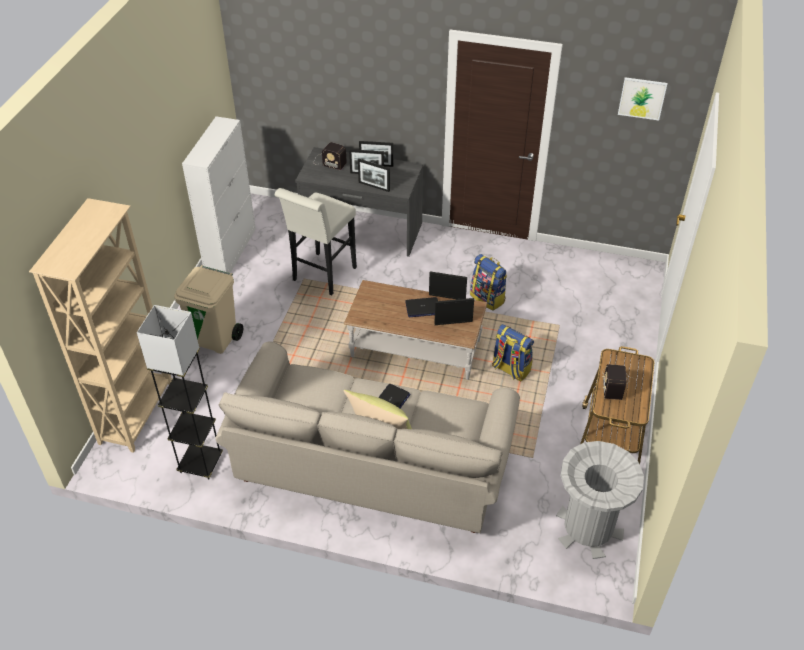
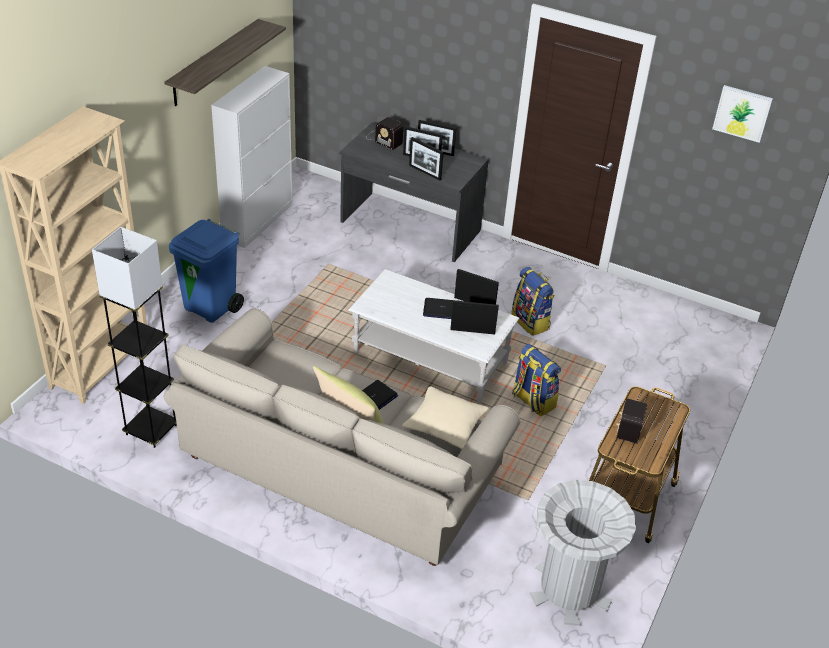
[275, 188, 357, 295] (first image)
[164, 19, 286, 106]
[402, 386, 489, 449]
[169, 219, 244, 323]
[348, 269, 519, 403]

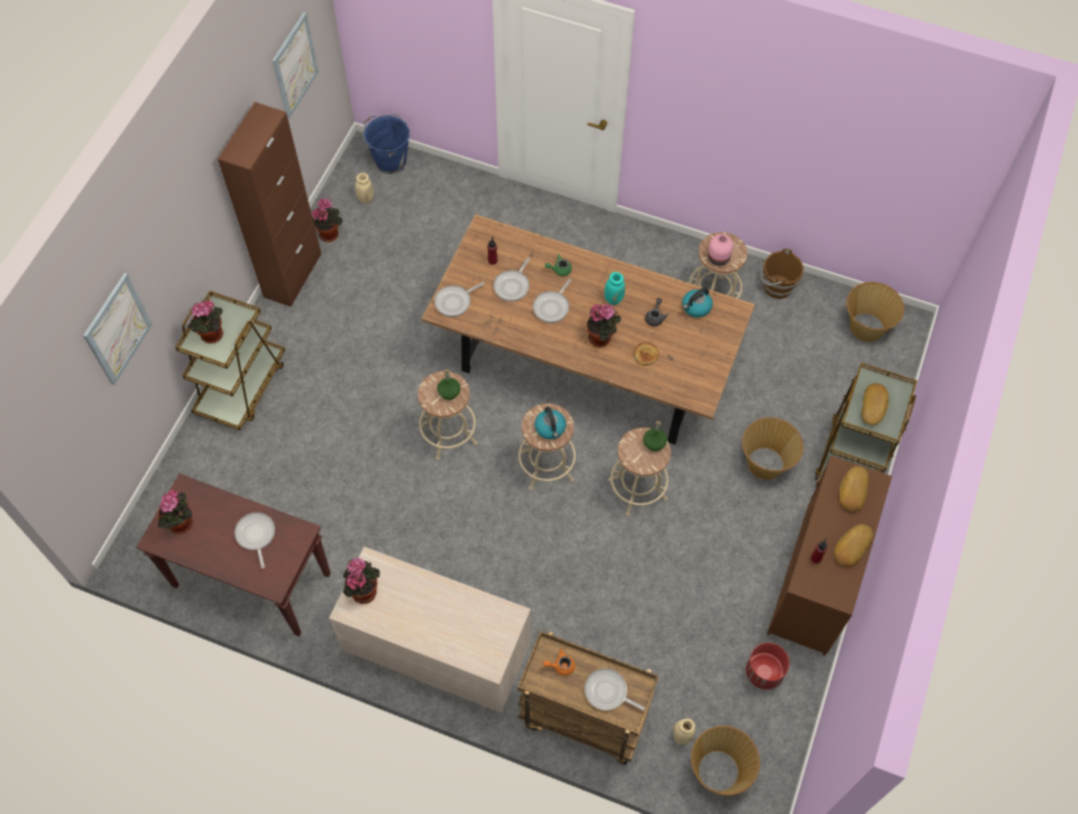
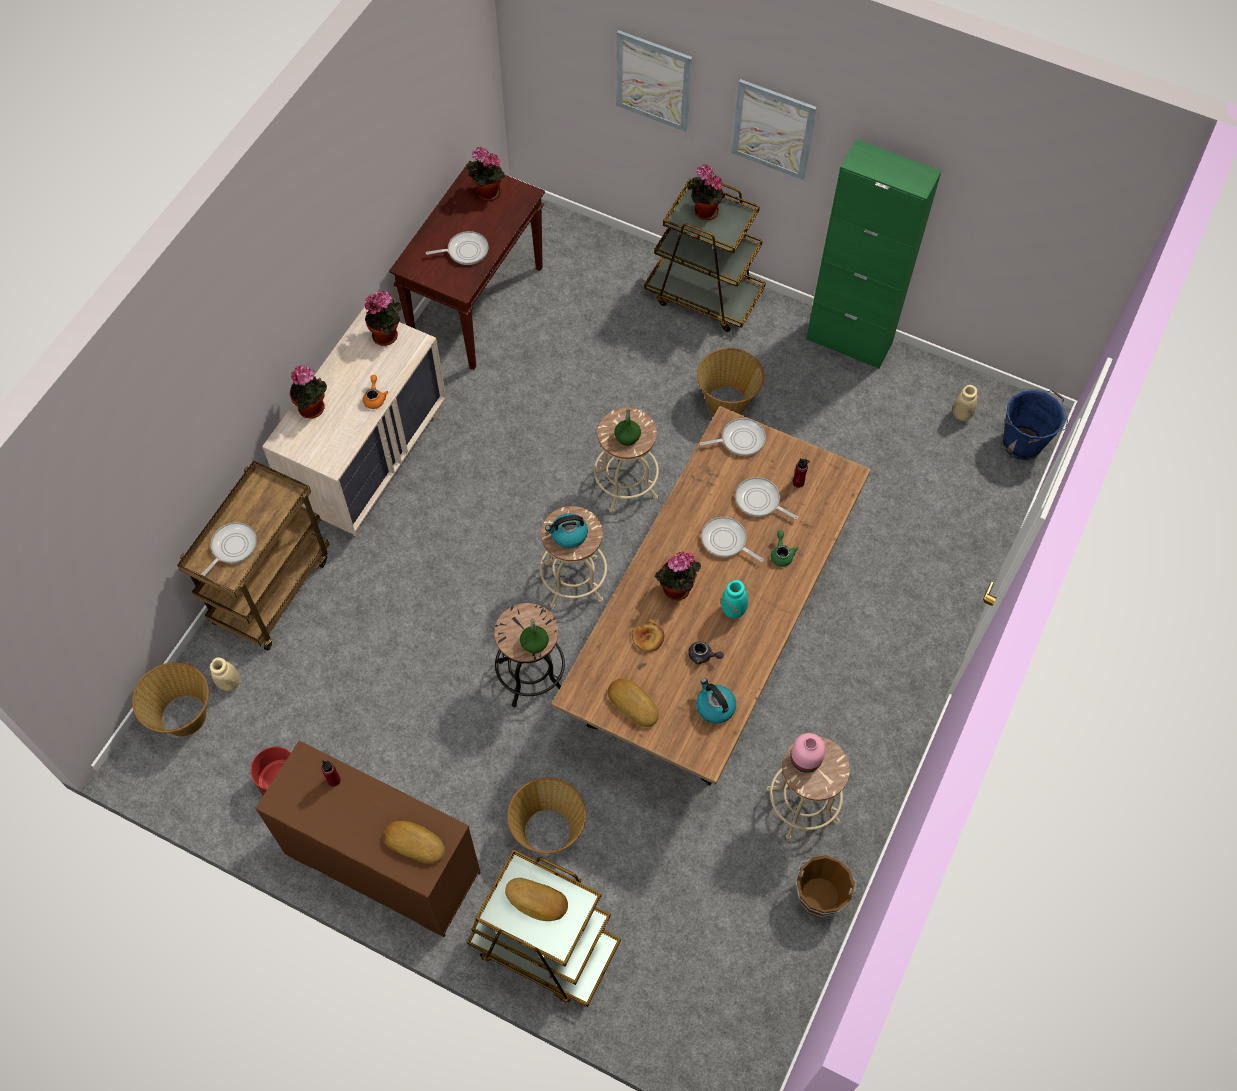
[731, 79, 817, 180]
[290, 365, 327, 419]
[363, 375, 388, 409]
[608, 678, 659, 727]
[697, 348, 764, 415]
[806, 139, 942, 369]
[494, 603, 565, 707]
[700, 418, 766, 456]

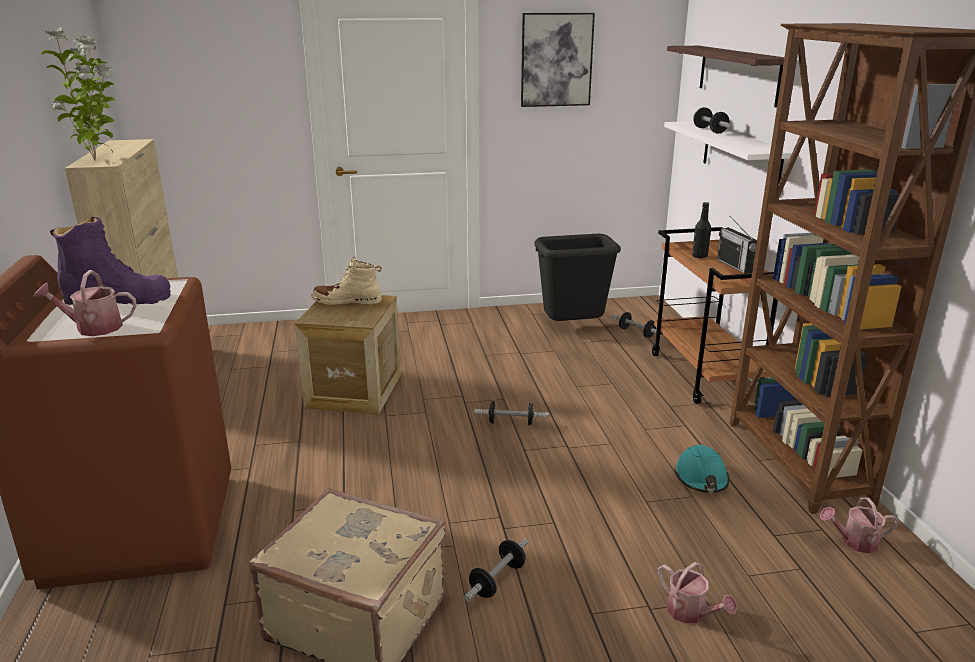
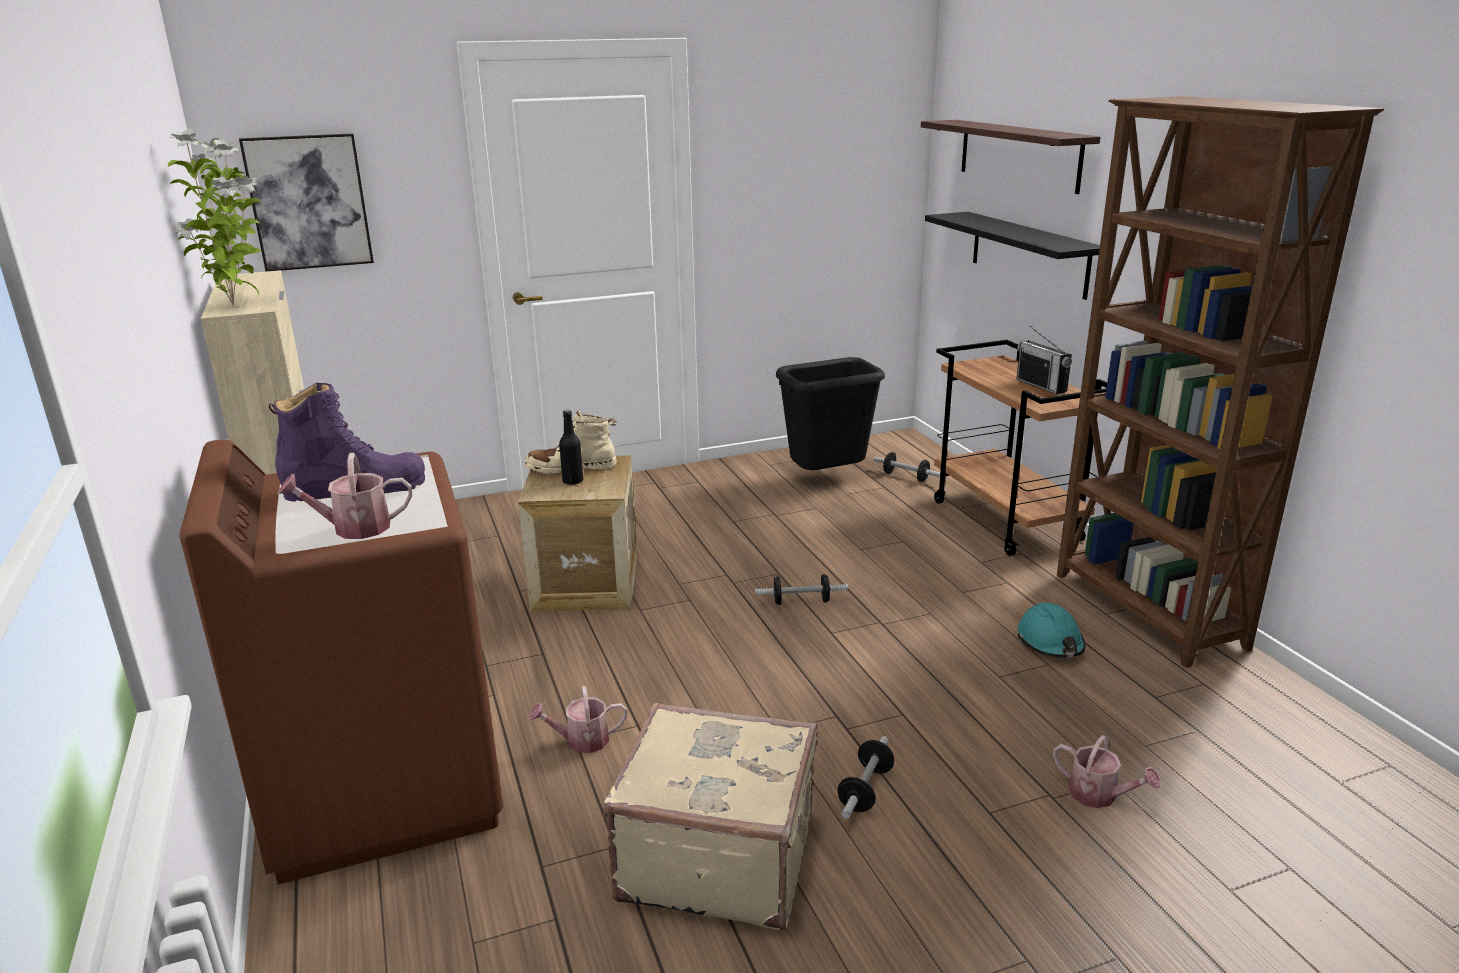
[693, 107, 730, 134] (first image)
[239, 133, 374, 271]
[559, 410, 583, 485]
[528, 686, 627, 753]
[925, 212, 1100, 300]

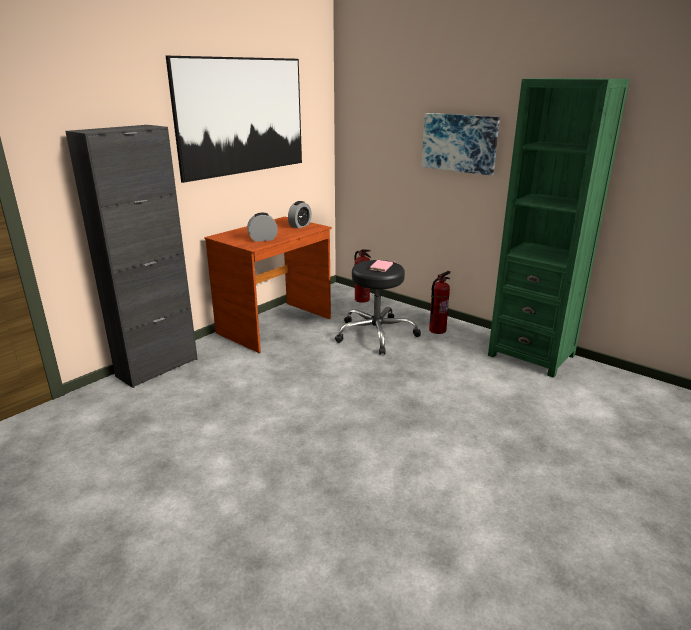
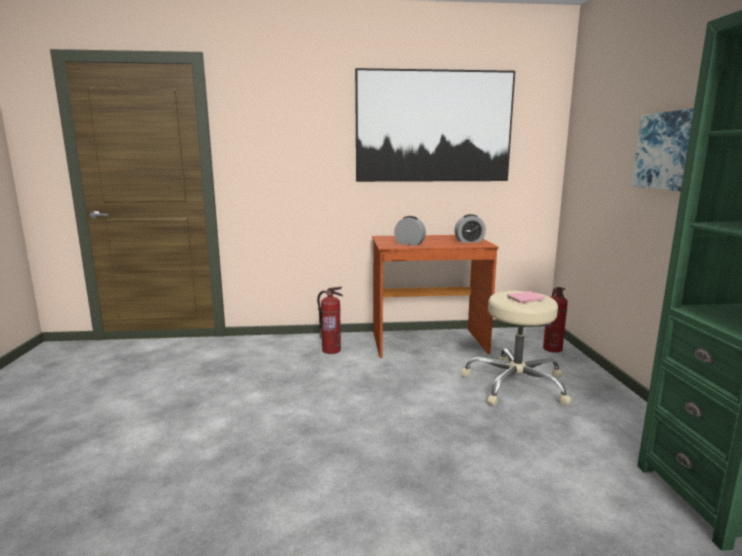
[65, 125, 198, 388] (first image)
[317, 287, 343, 354]
[460, 291, 571, 406]

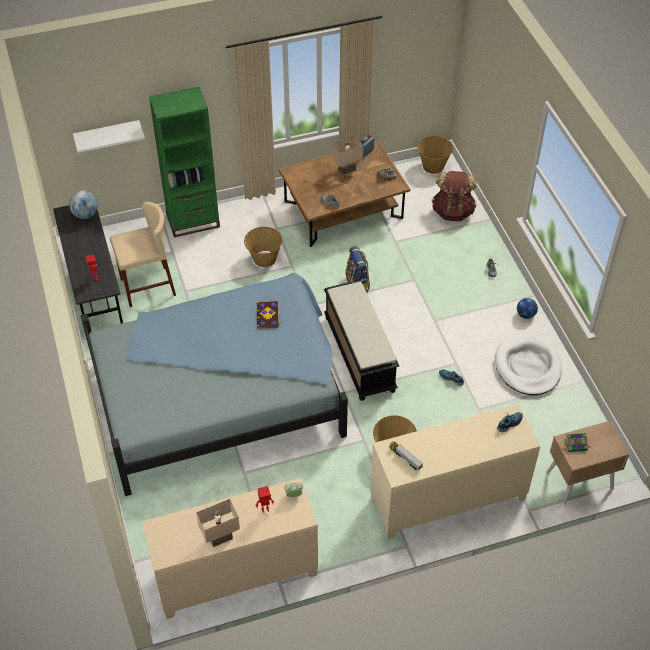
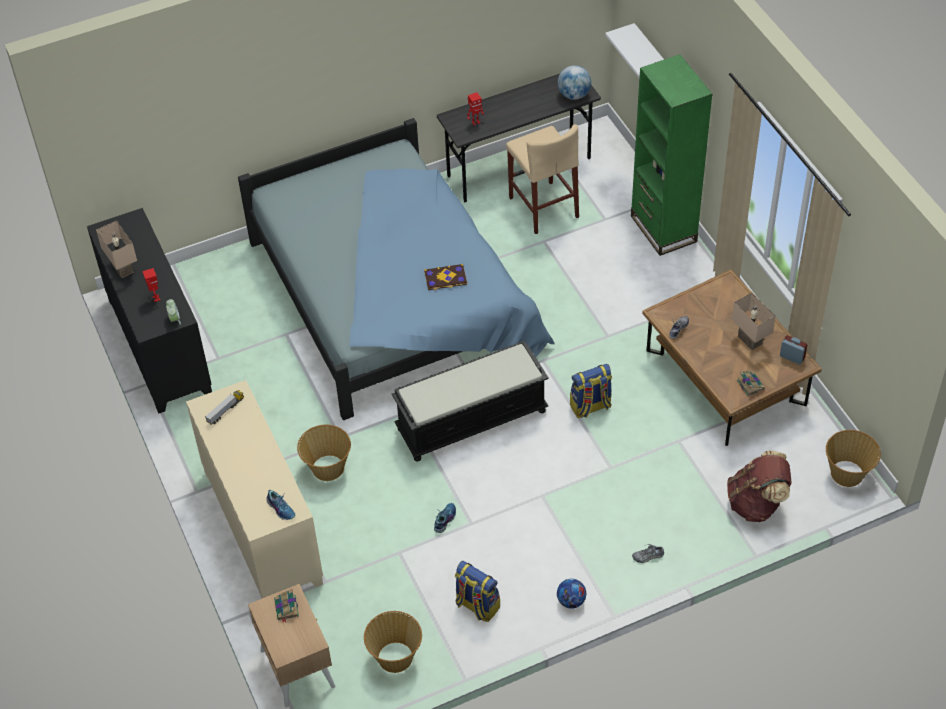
[364, 611, 422, 673]
[455, 561, 500, 622]
[87, 208, 212, 414]

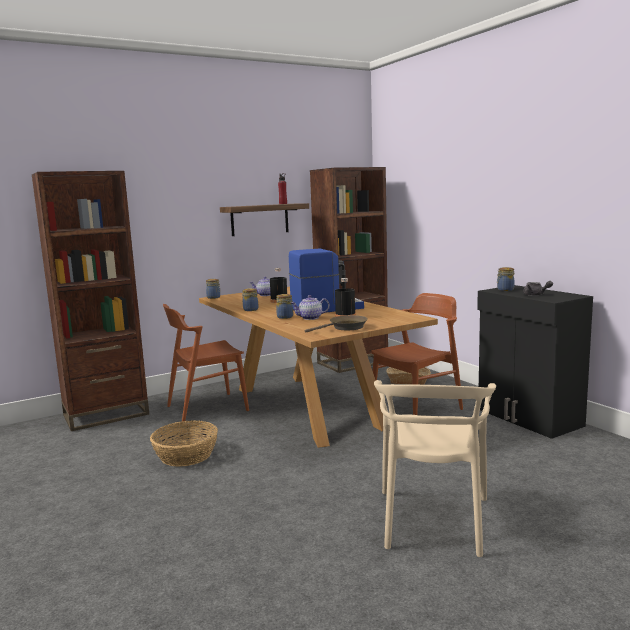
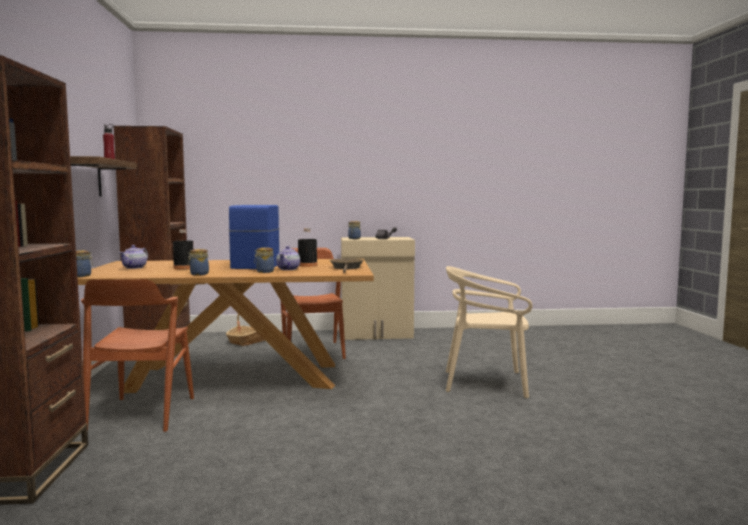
[150, 420, 218, 467] (first image)
[341, 237, 415, 340]
[446, 266, 533, 398]

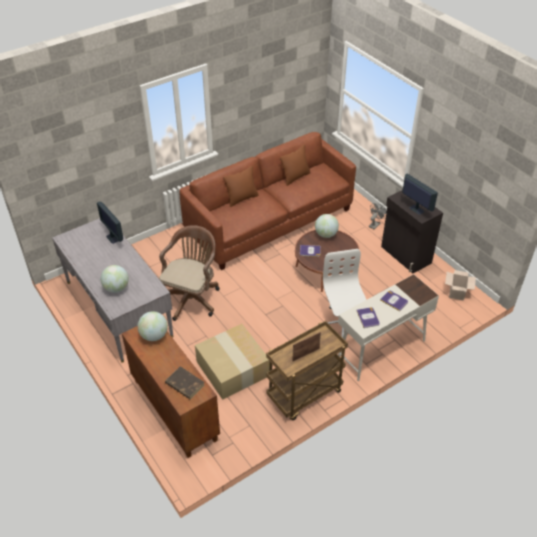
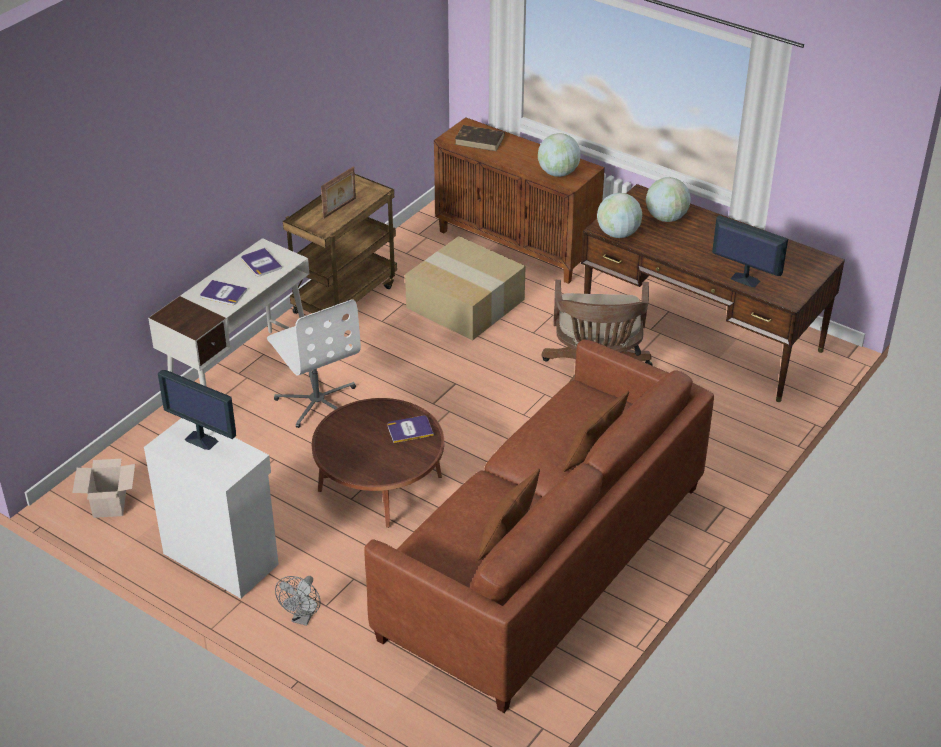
[597, 193, 642, 238]
[581, 184, 845, 402]
[144, 418, 279, 598]

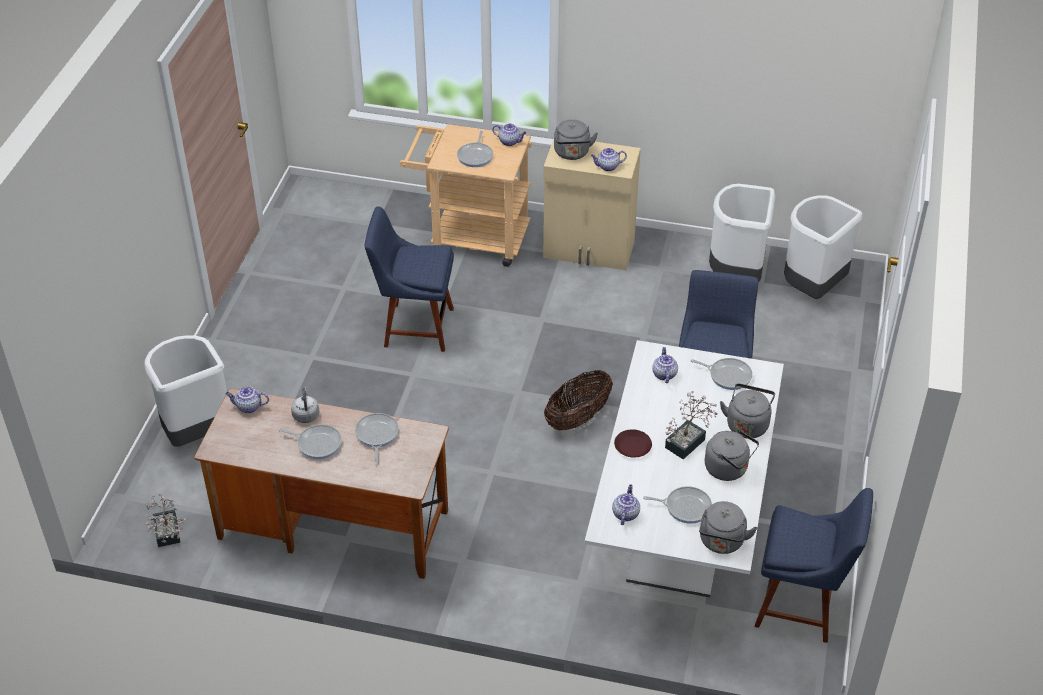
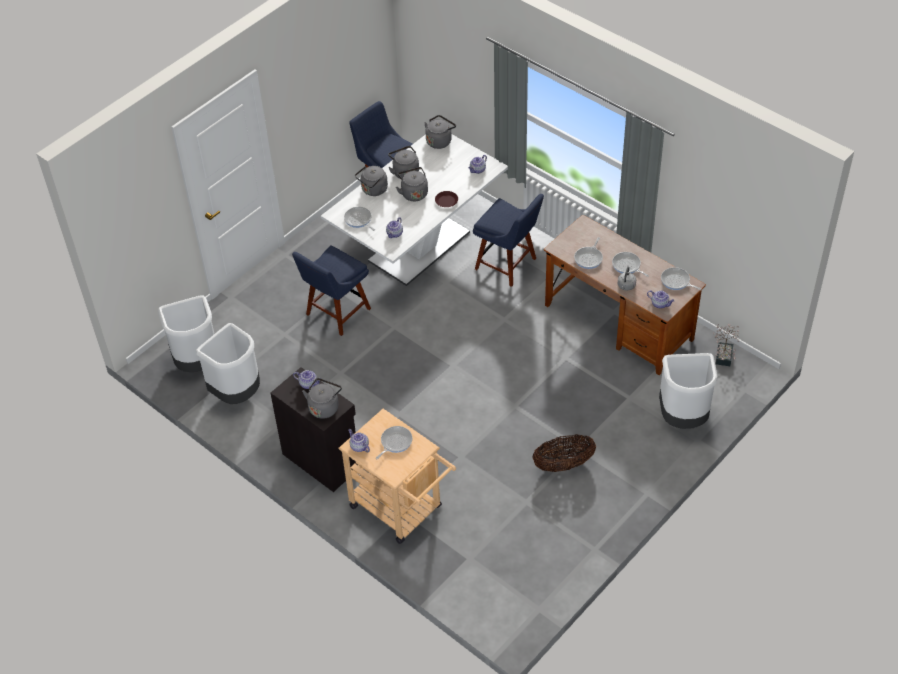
[473, 194, 544, 287]
[532, 434, 596, 472]
[661, 267, 701, 290]
[396, 167, 428, 201]
[271, 367, 356, 492]

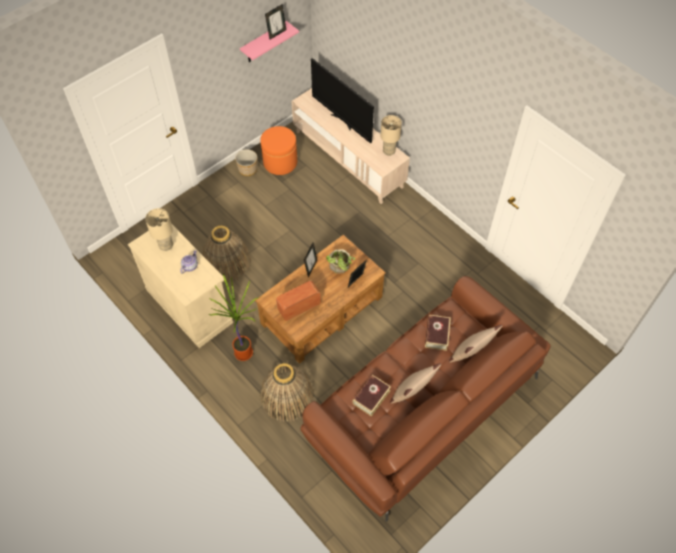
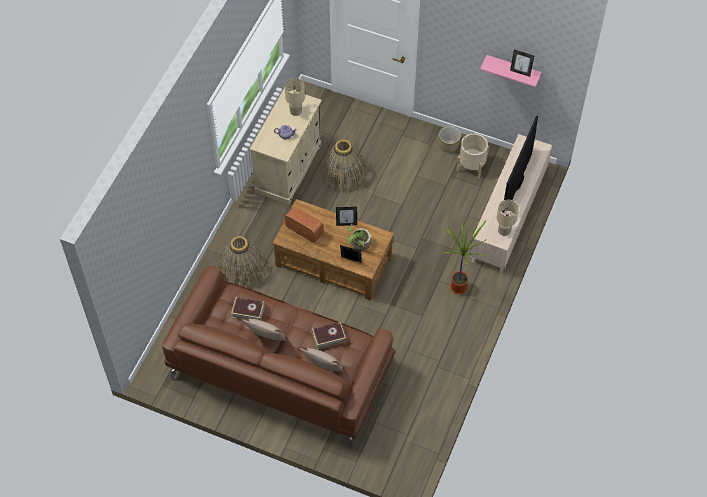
[444, 218, 487, 295]
[456, 133, 489, 179]

